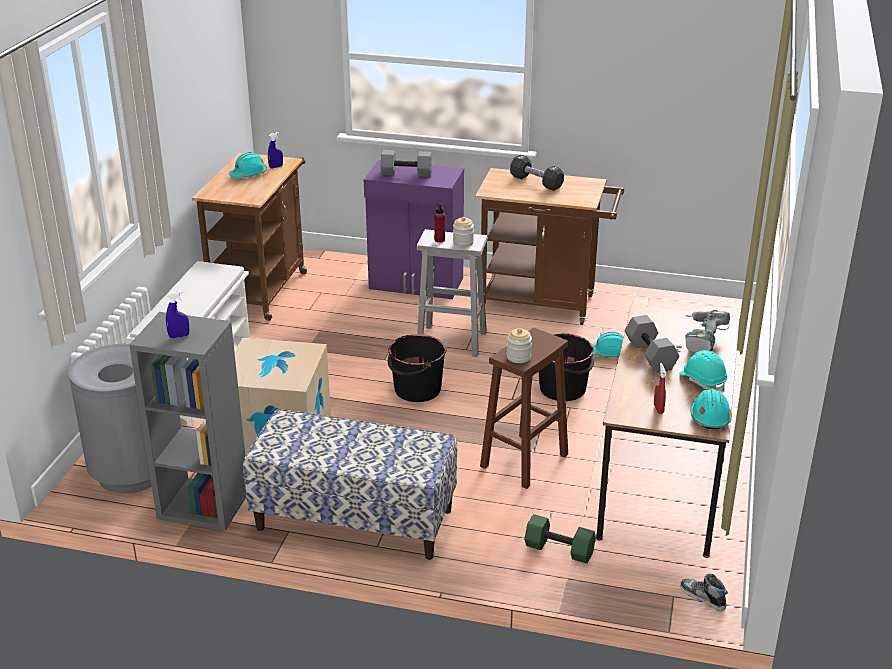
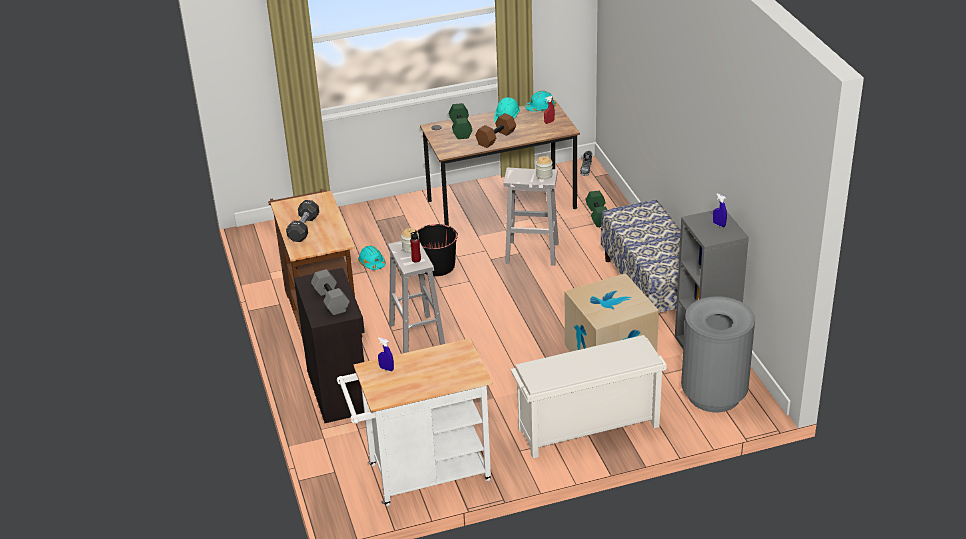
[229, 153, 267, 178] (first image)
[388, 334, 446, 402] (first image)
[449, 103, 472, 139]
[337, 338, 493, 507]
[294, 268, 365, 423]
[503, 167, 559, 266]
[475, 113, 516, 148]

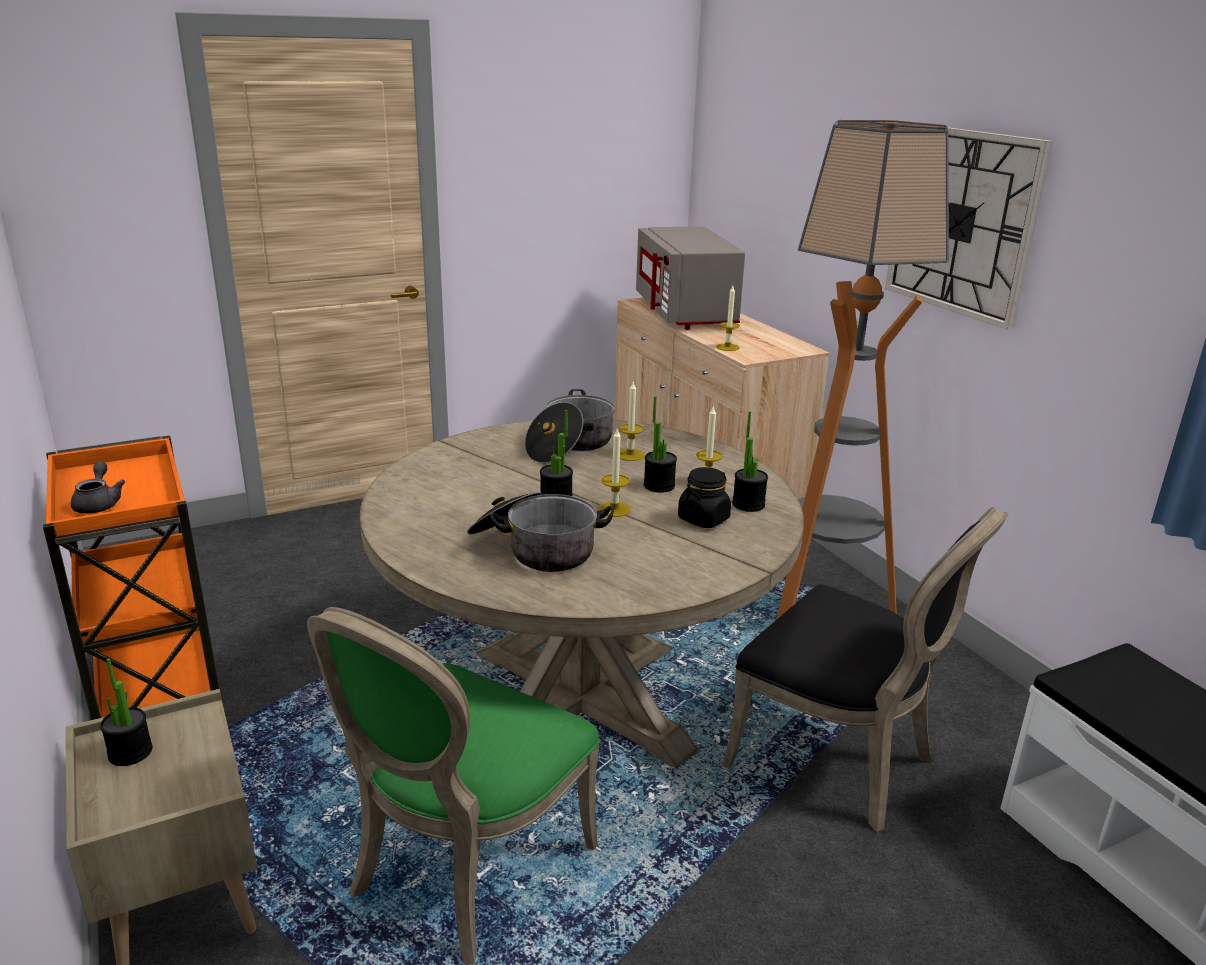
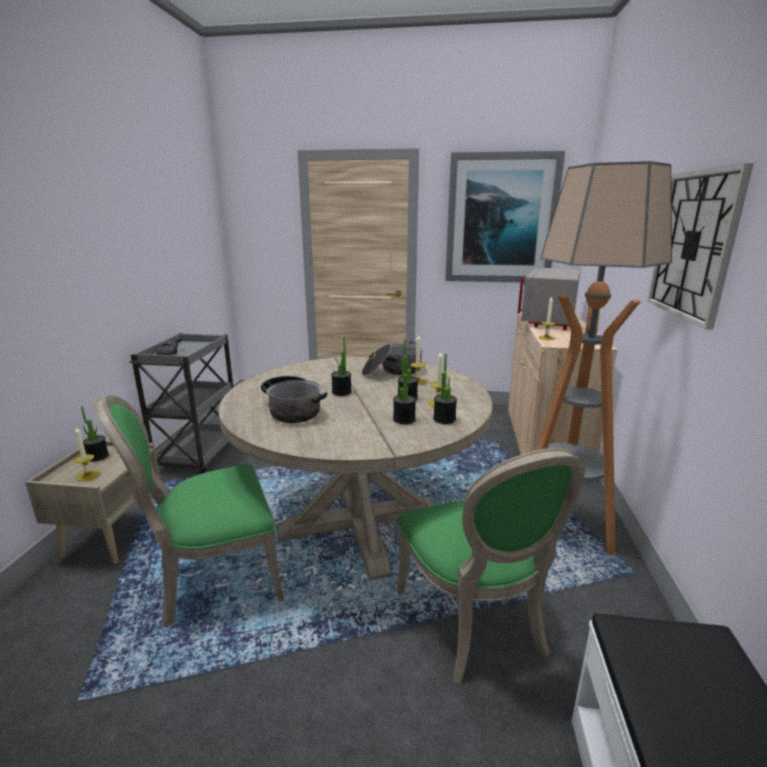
[445, 151, 565, 282]
[74, 427, 100, 481]
[393, 358, 416, 424]
[130, 333, 233, 475]
[397, 448, 585, 684]

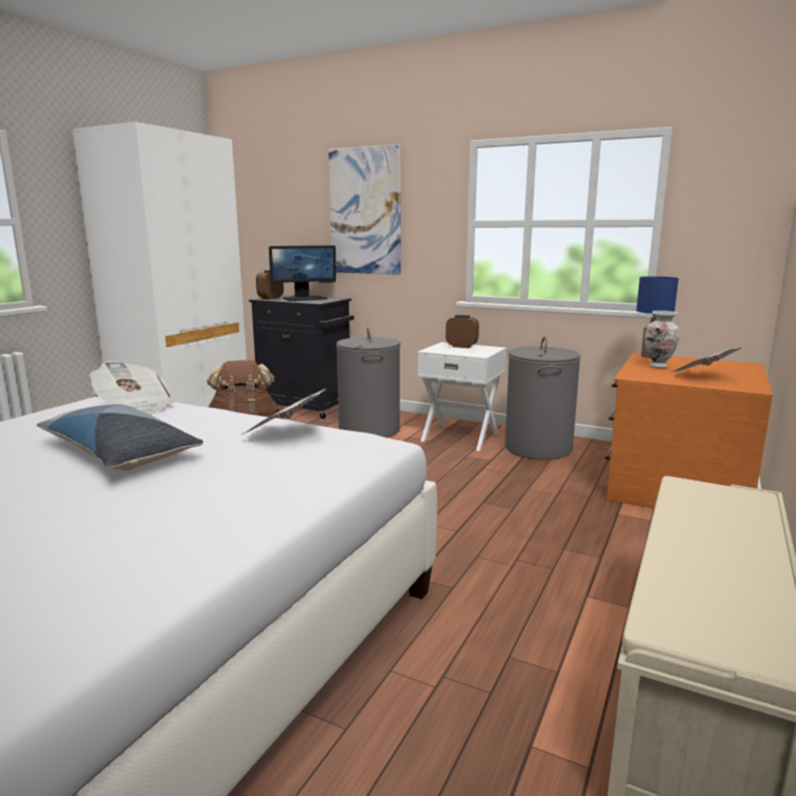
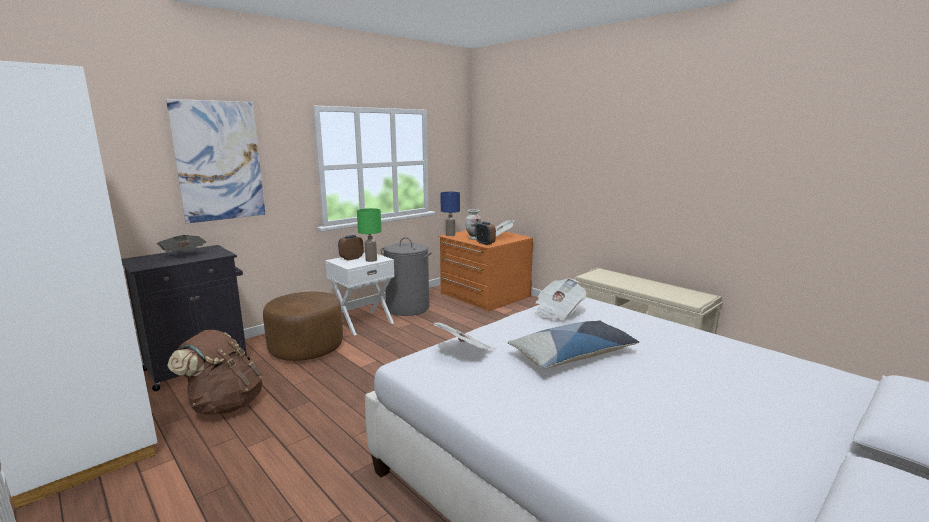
[357, 208, 382, 262]
[475, 222, 496, 245]
[157, 235, 206, 252]
[263, 292, 343, 361]

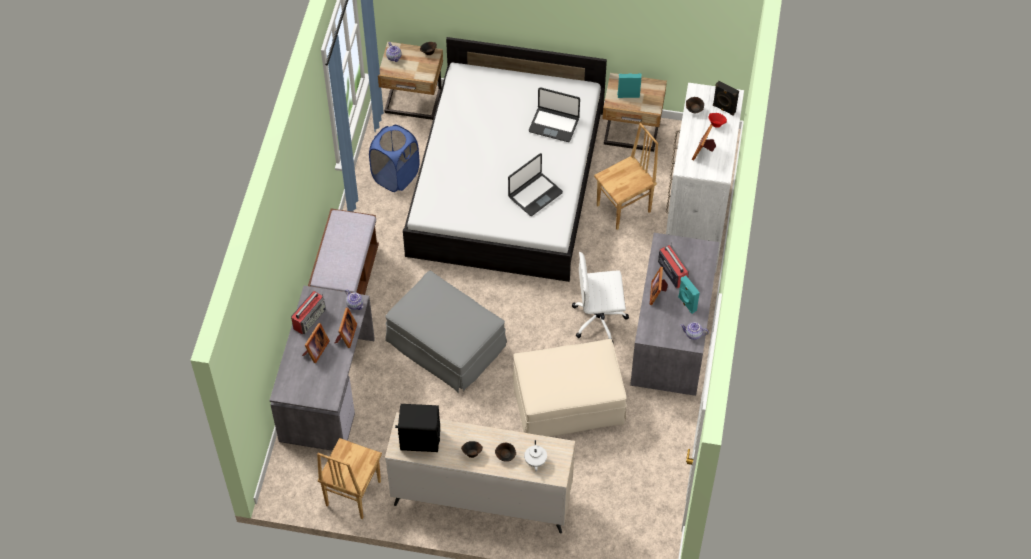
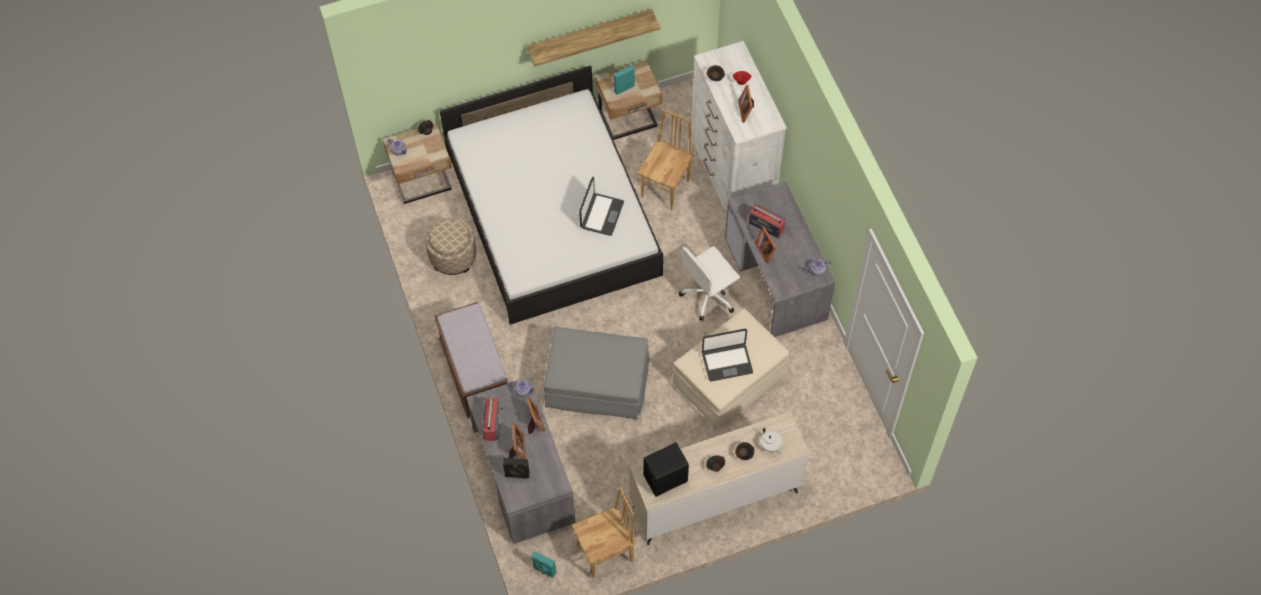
[527, 9, 660, 67]
[702, 329, 753, 381]
[531, 551, 556, 578]
[503, 458, 530, 479]
[425, 218, 476, 275]
[571, 487, 636, 578]

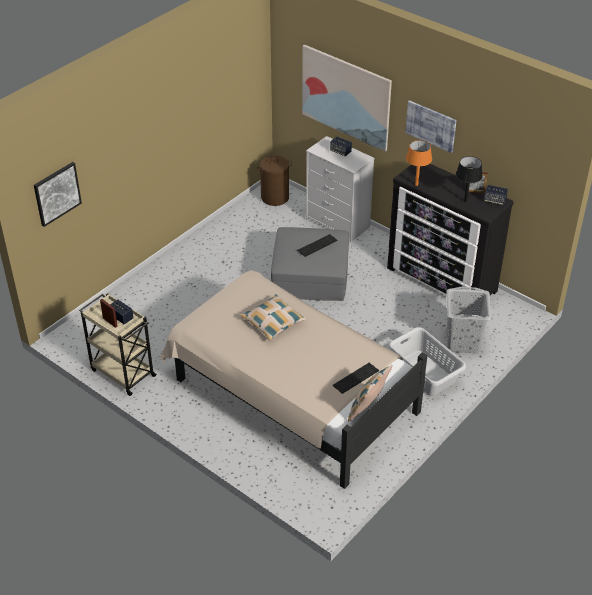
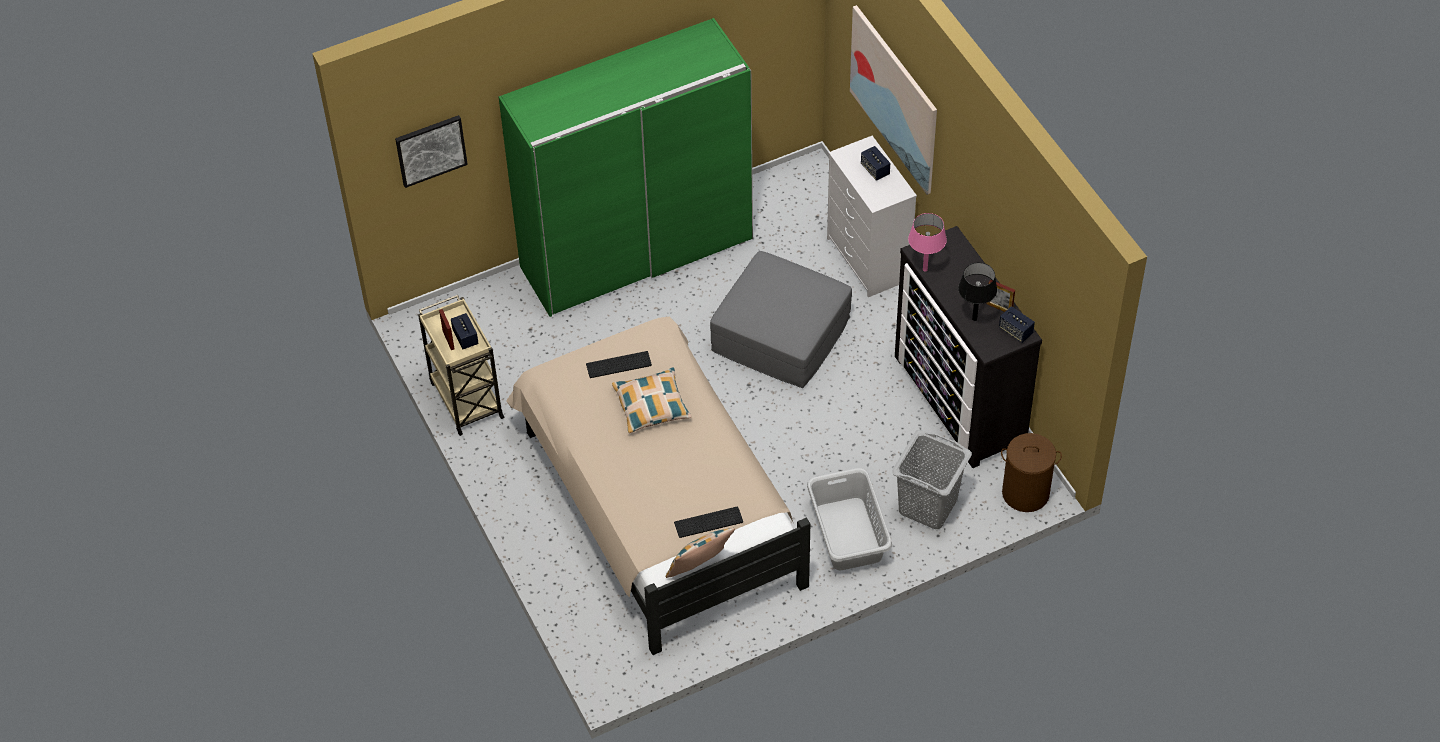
[405, 100, 457, 153] (first image)
[499, 18, 753, 317]
[1001, 433, 1062, 512]
[586, 351, 652, 378]
[908, 213, 947, 272]

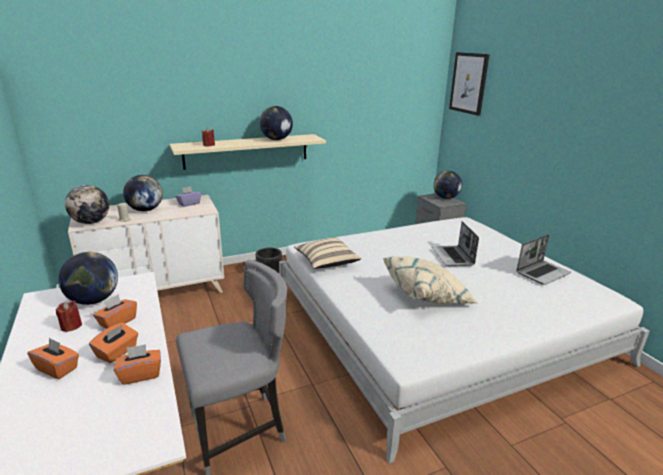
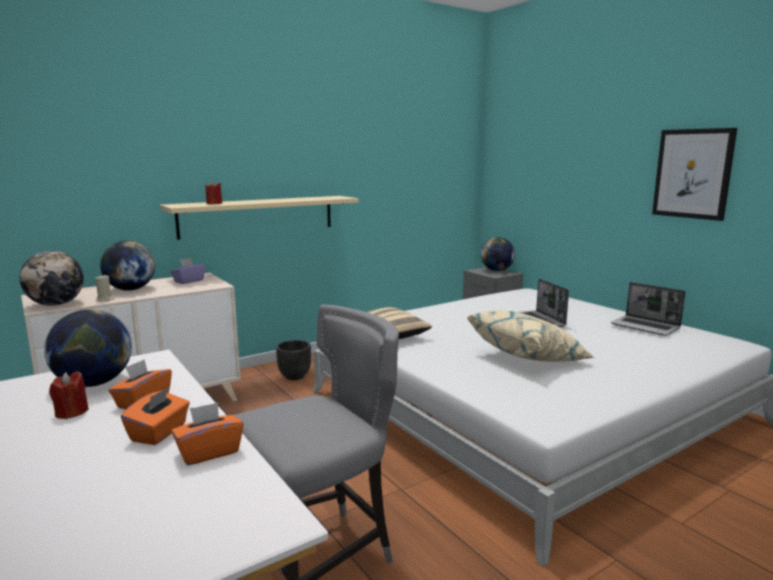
[27, 337, 79, 379] (first image)
[259, 106, 293, 140] (first image)
[652, 128, 737, 221]
[611, 282, 686, 336]

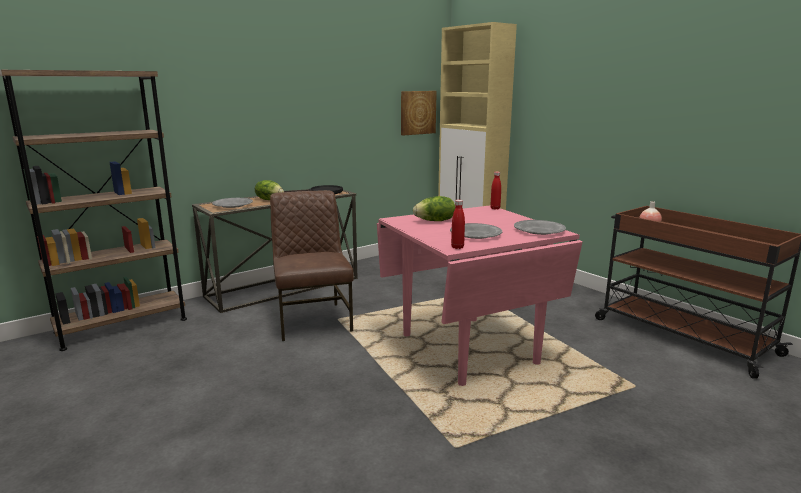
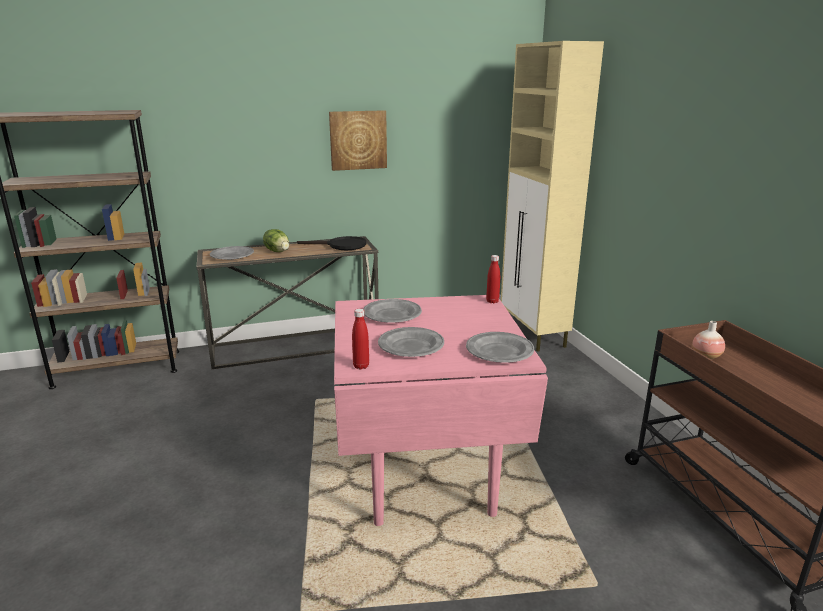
[270, 190, 354, 341] (first image)
[329, 110, 387, 171]
[363, 299, 422, 323]

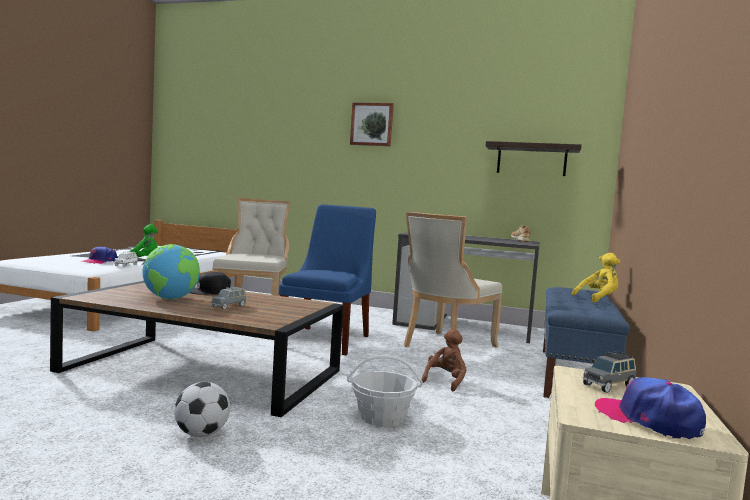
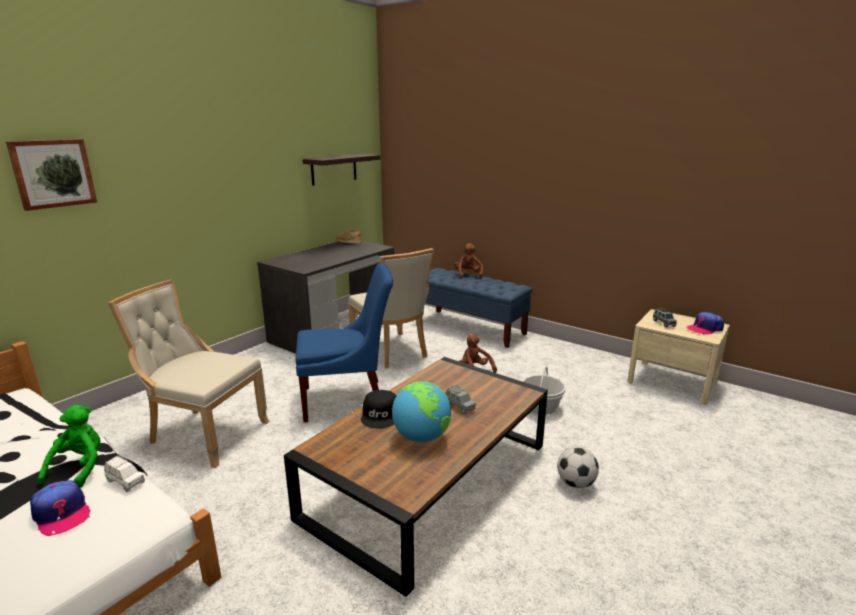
[6, 139, 97, 211]
[454, 243, 483, 279]
[295, 263, 393, 422]

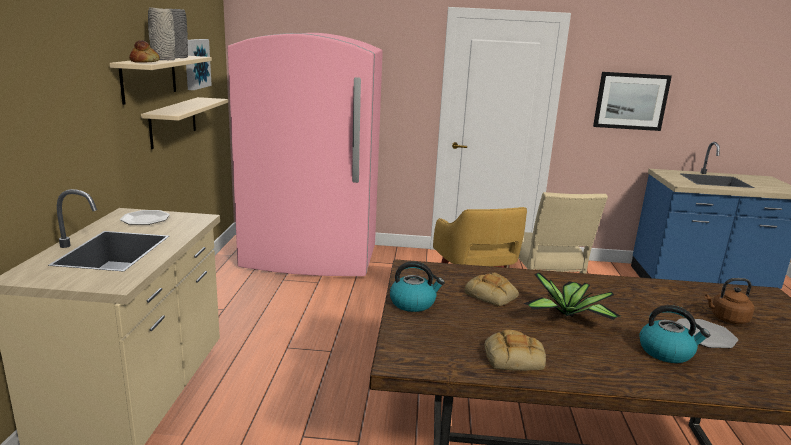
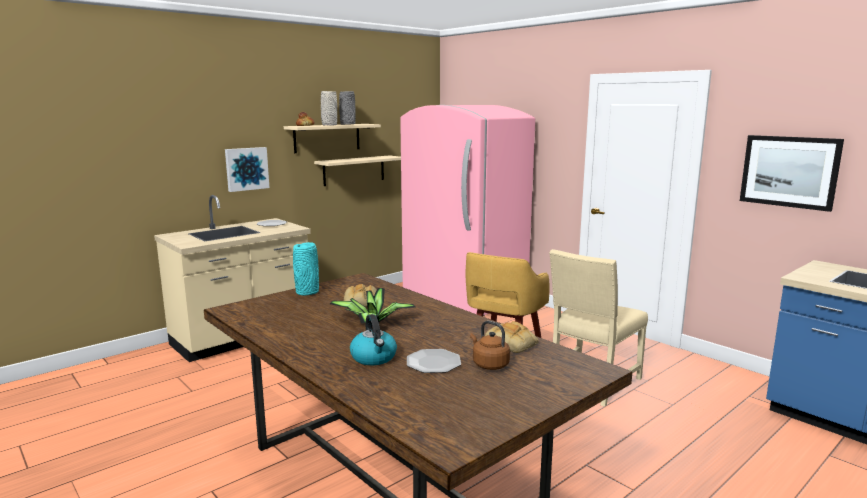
[225, 147, 269, 192]
[485, 321, 539, 353]
[293, 242, 319, 295]

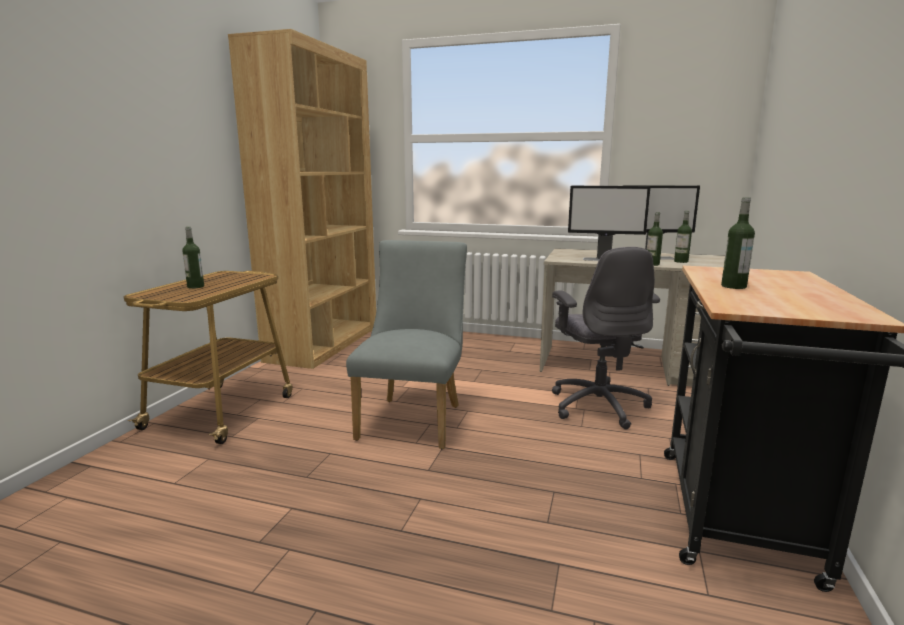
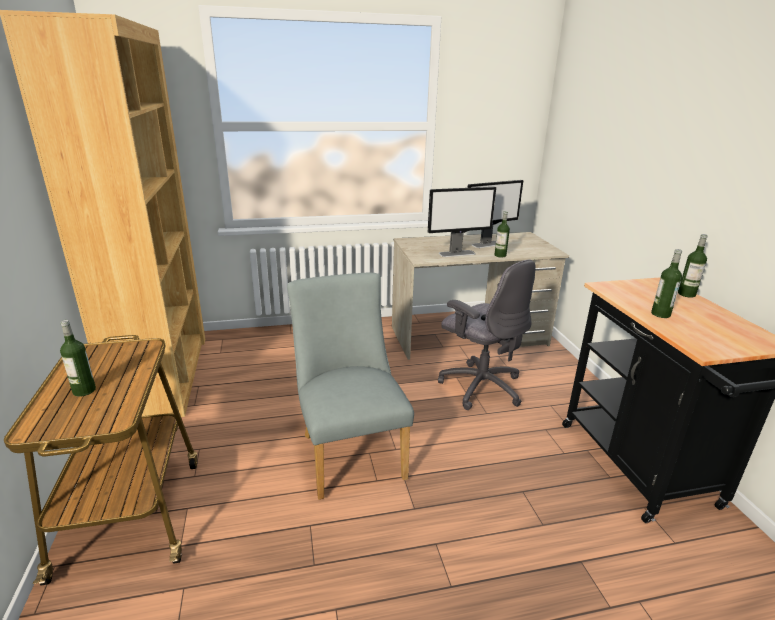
[678, 234, 708, 298]

